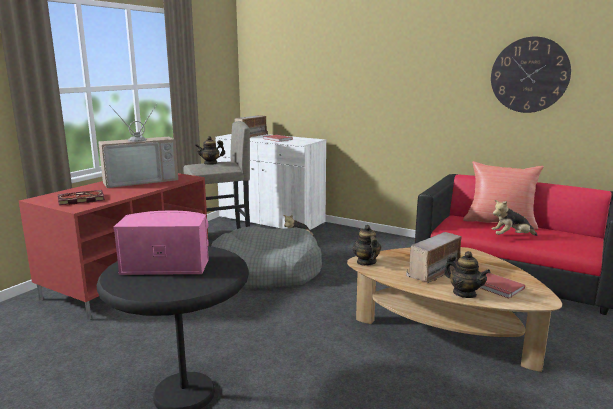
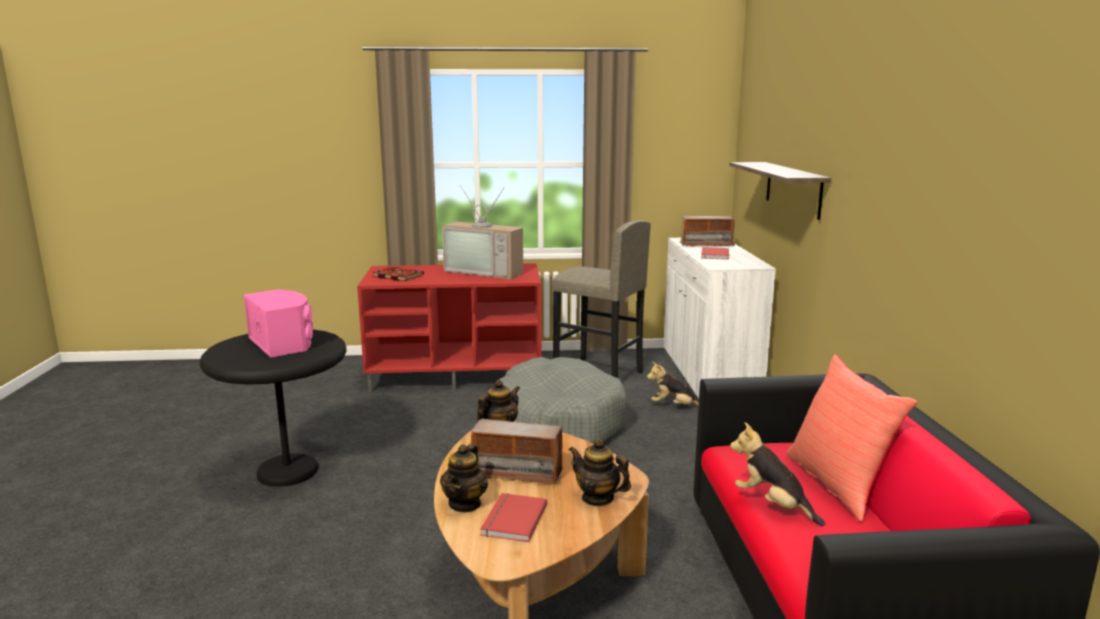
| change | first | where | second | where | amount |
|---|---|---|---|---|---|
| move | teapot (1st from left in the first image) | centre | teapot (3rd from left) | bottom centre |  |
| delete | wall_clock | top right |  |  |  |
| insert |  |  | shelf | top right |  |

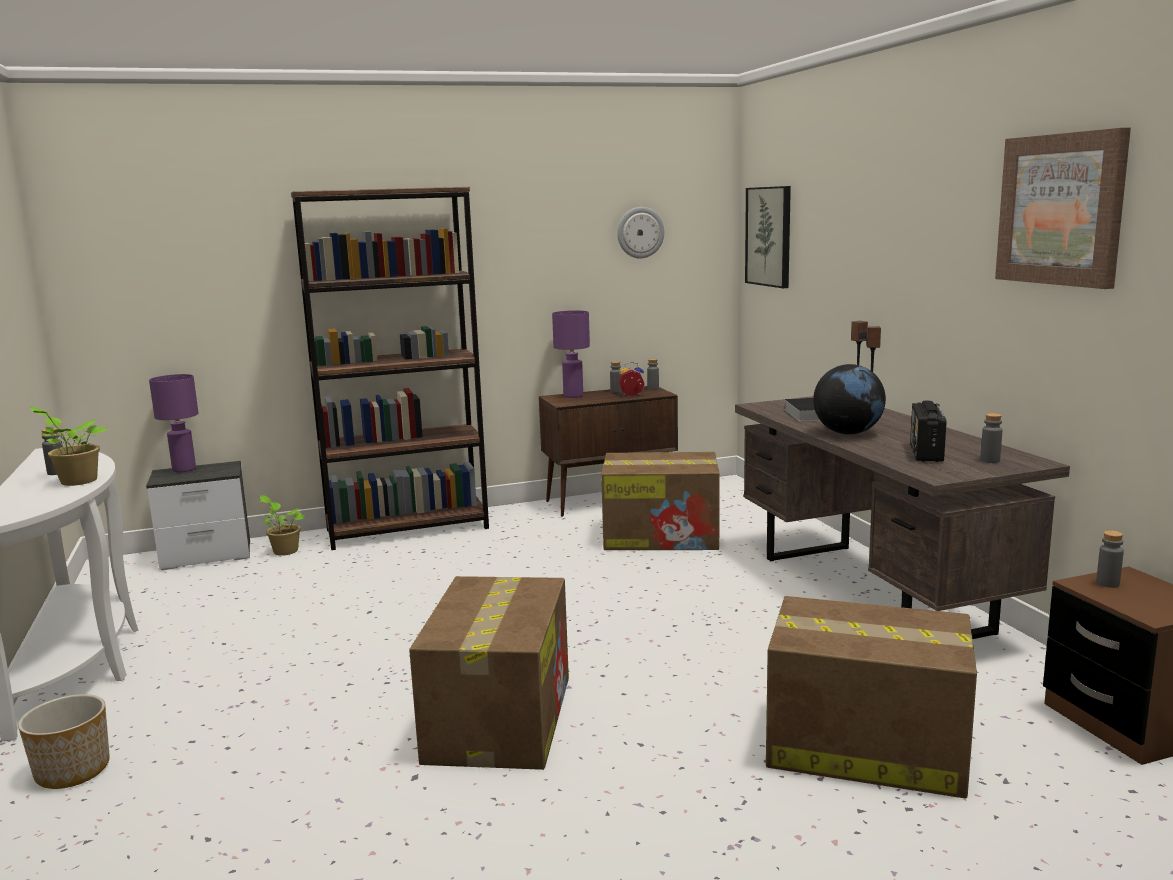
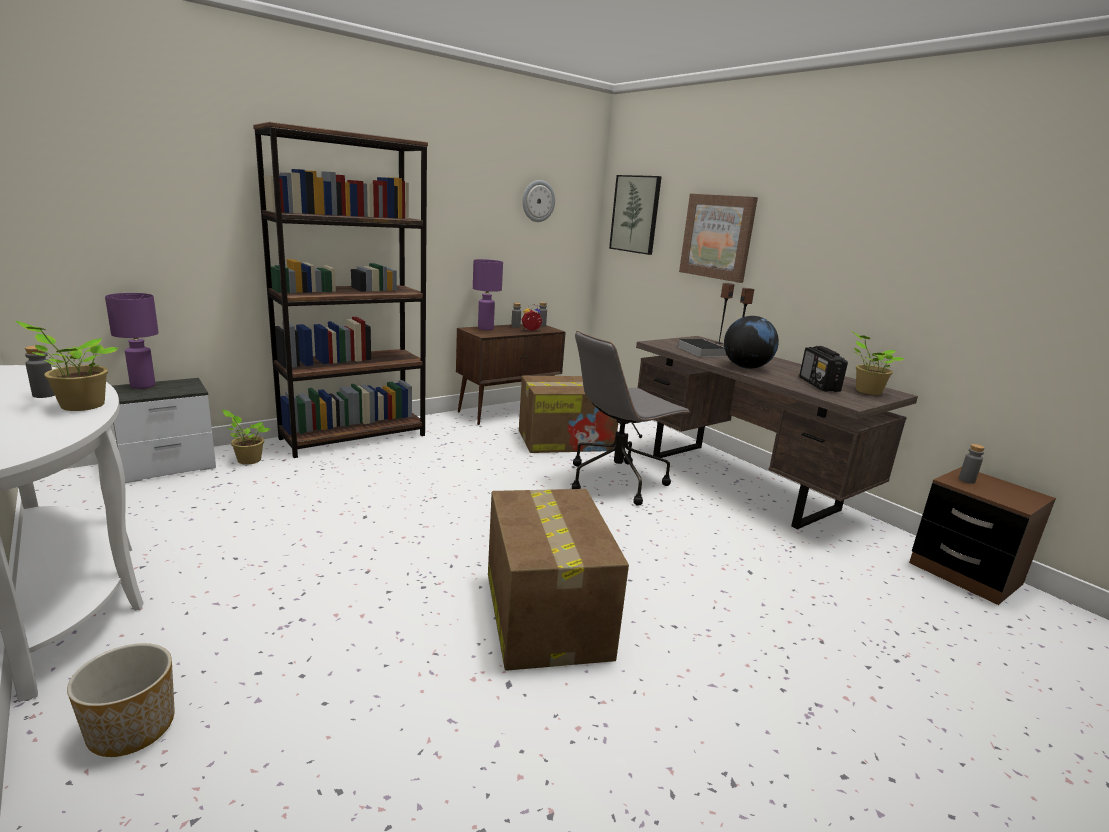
| change | first | where | second | where | amount |
|---|---|---|---|---|---|
| delete | cardboard_box (3rd from left) | bottom right |  |  |  |
| replace | grey_bottle (4th from left) | middle right | potted_plant (3rd from left) | middle right |  |
| move | picture (2nd from left) | top right |  | top centre |  |
| insert |  |  | grey_office_chair | centre |  |

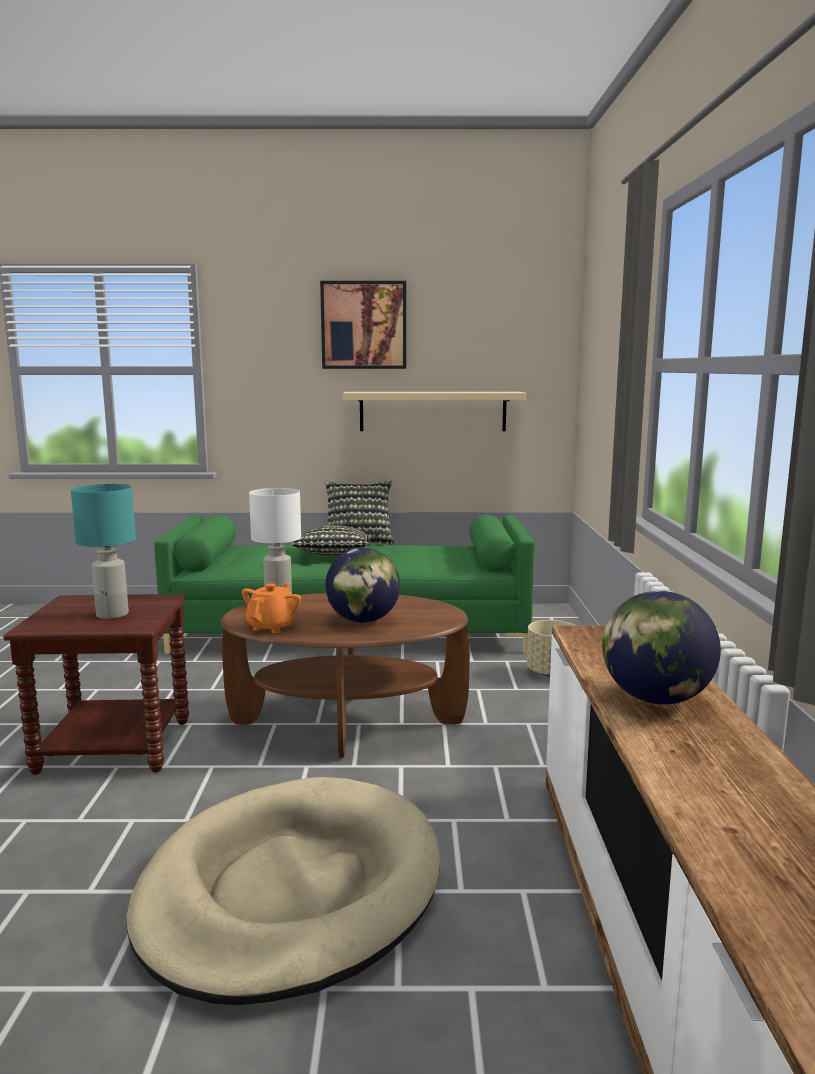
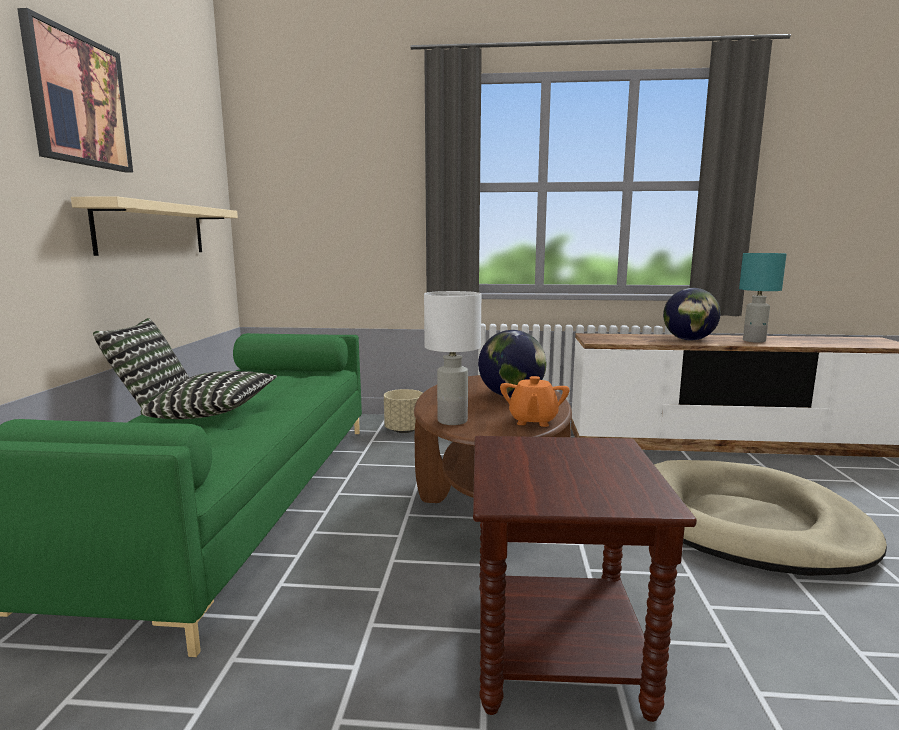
| change | first | where | second | where | amount |
|---|---|---|---|---|---|
| move | turquoise_table_lamp | middle left |  | middle right |  |
| rotate | orange_teapot | middle left |  | centre | 105 degrees counterclockwise |

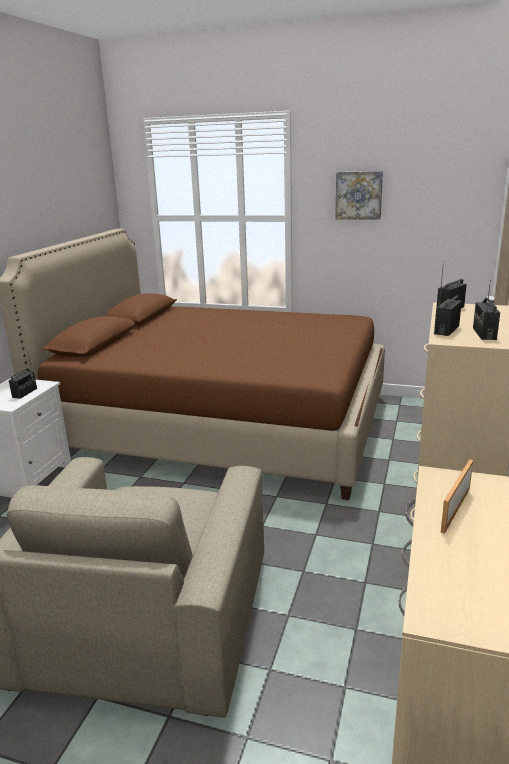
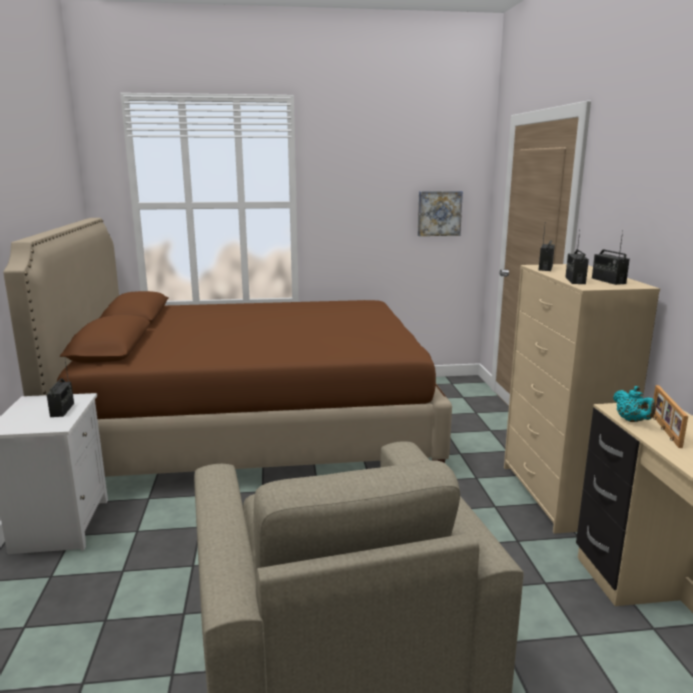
| change | first | where | second | where | amount |
|---|---|---|---|---|---|
| move | picture | top right |  | top centre |  |
| insert |  |  | turquoise_teapot | middle right |  |

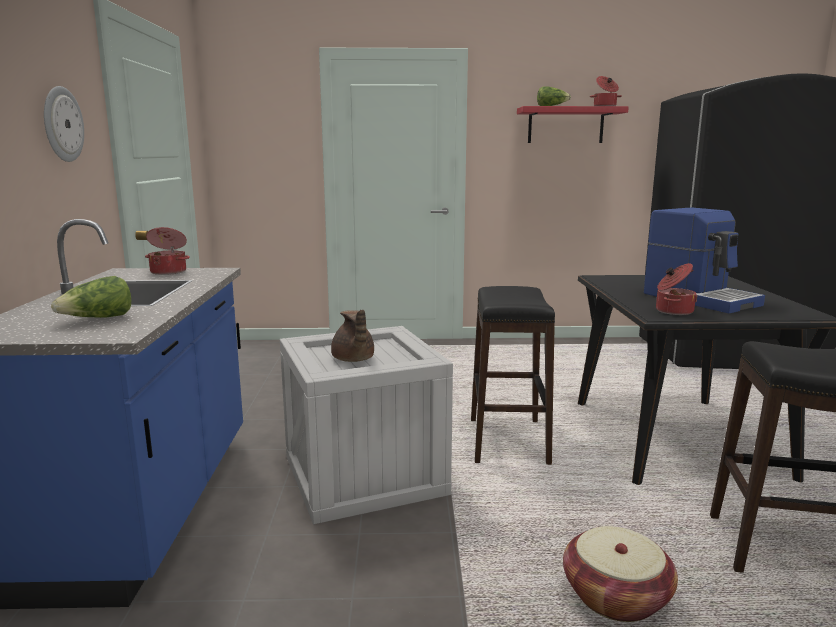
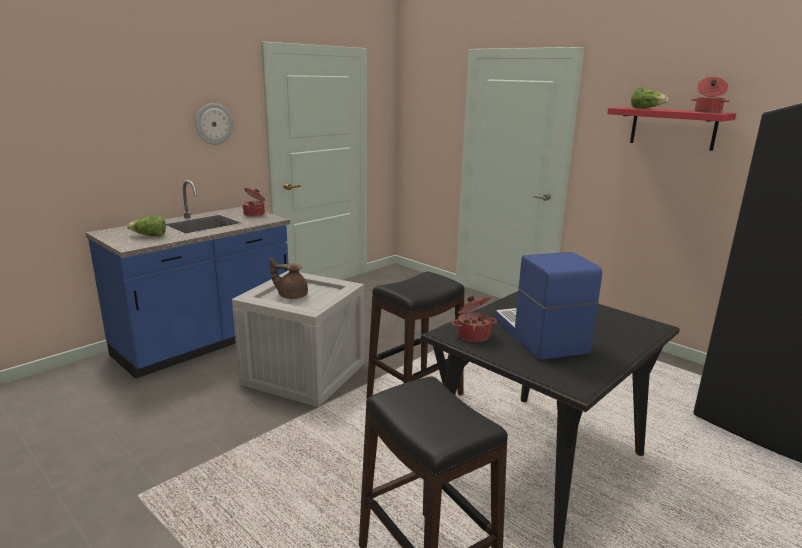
| change | first | where | second | where | amount |
|---|---|---|---|---|---|
| rotate | brown_teapot | centre |  | centre | 75 degrees clockwise |
| delete | basket | bottom right |  |  |  |
| rotate | coffee_machine | middle right |  | middle right | 150 degrees clockwise |

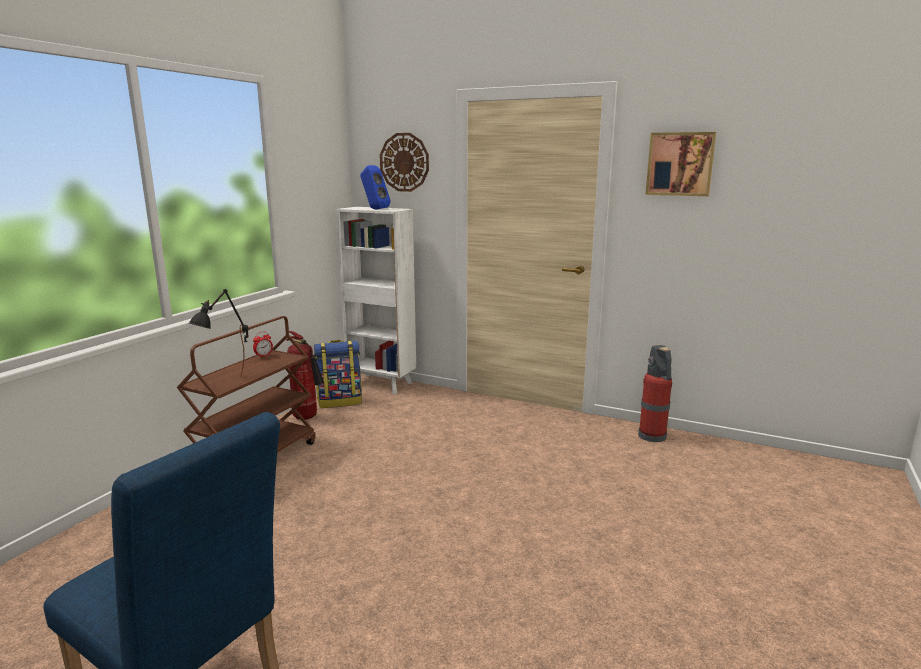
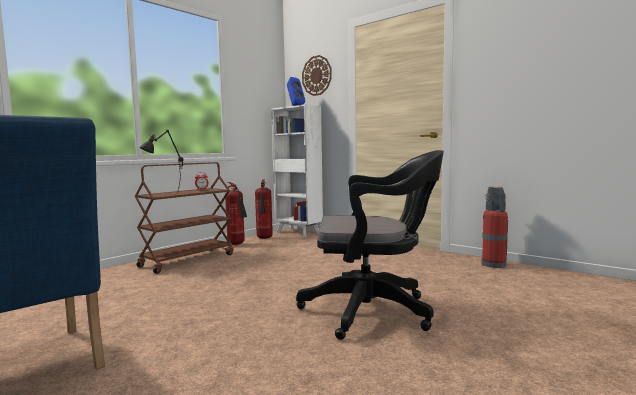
| change | first | where | second | where | amount |
|---|---|---|---|---|---|
| replace | backpack | centre | fire_extinguisher (2nd from left) | centre |  |
| delete | picture | top right |  |  |  |
| insert |  |  | black_office_chair | centre |  |

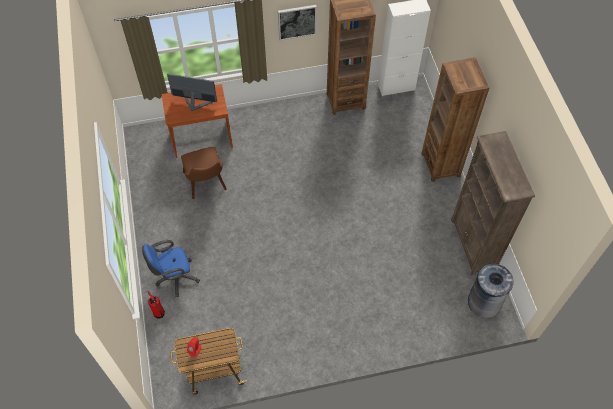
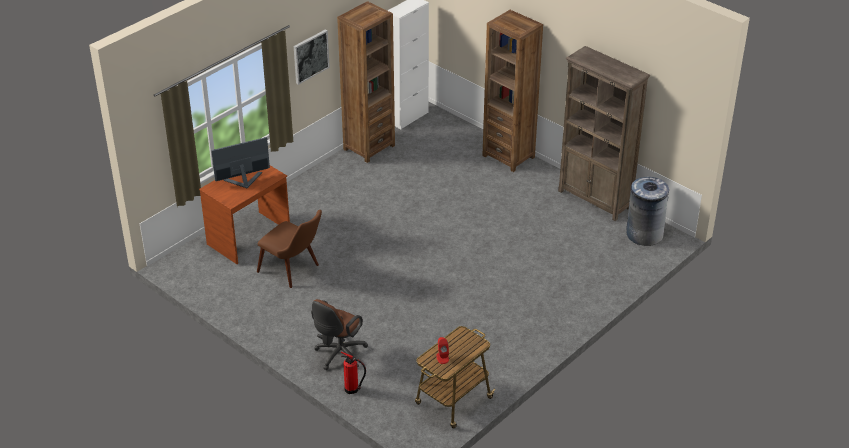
| change | first | where | second | where | amount |
|---|---|---|---|---|---|
| recolor | blue_office_chair | middle left | brown_office_chair | bottom centre |  |

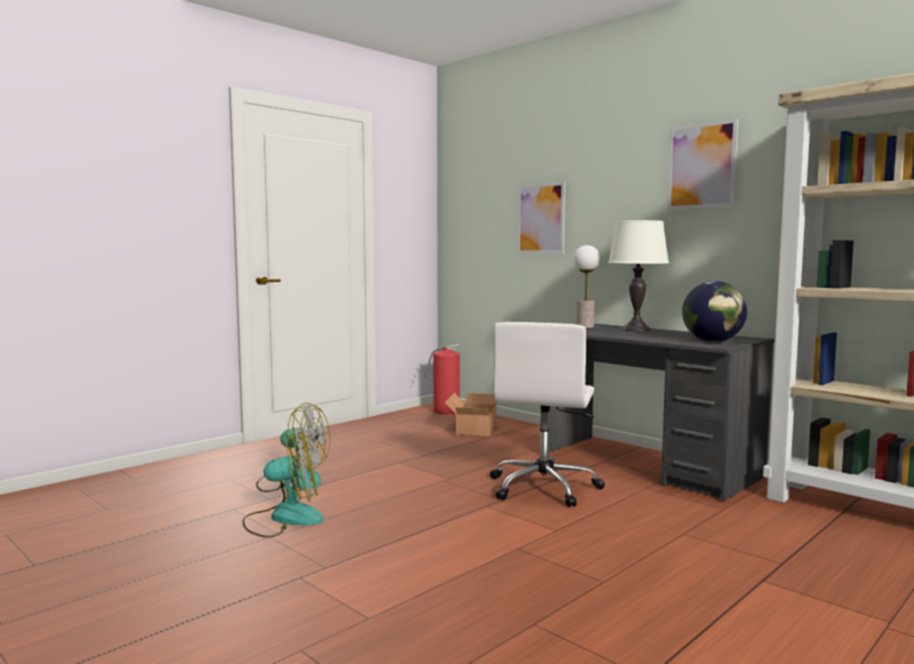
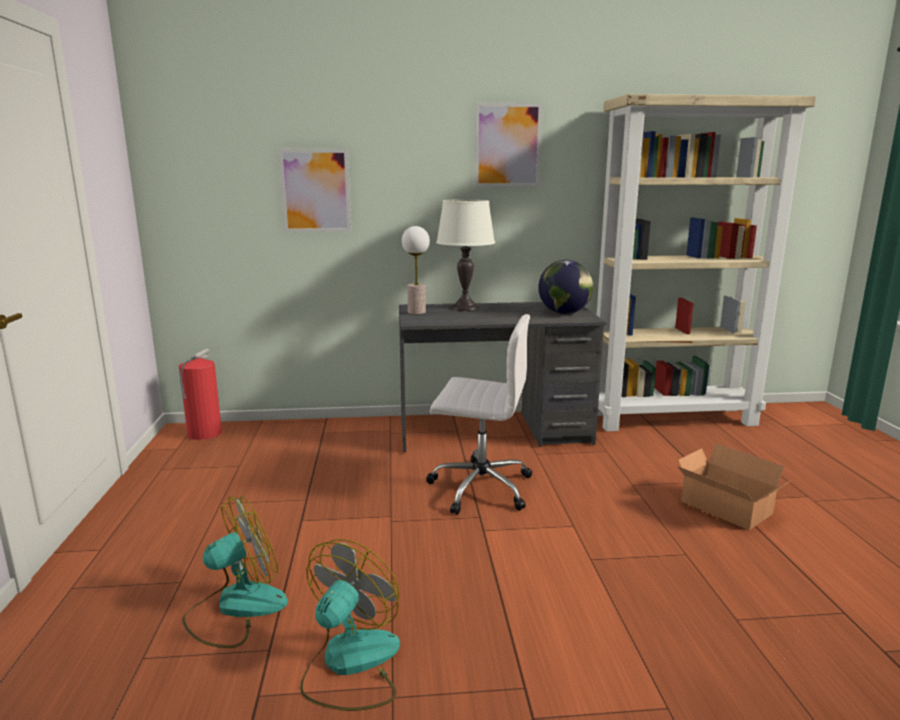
| change | first | where | second | where | amount |
|---|---|---|---|---|---|
| move | cardboard_box | centre |  | bottom right |  |
| rotate | white_office_chair | centre |  | centre | 45 degrees counterclockwise |

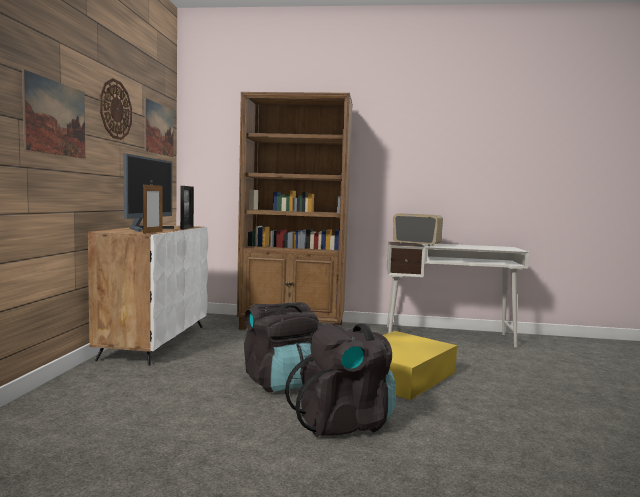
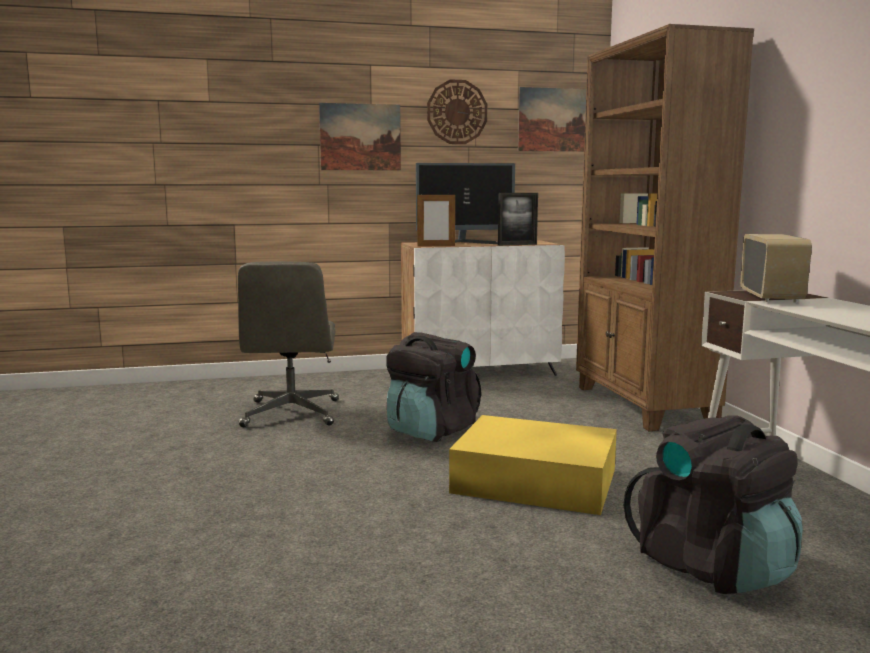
| change | first | where | second | where | amount |
|---|---|---|---|---|---|
| move | black_backpack (2nd from left) | bottom centre |  | bottom right |  |
| insert |  |  | grey_office_chair | middle left |  |

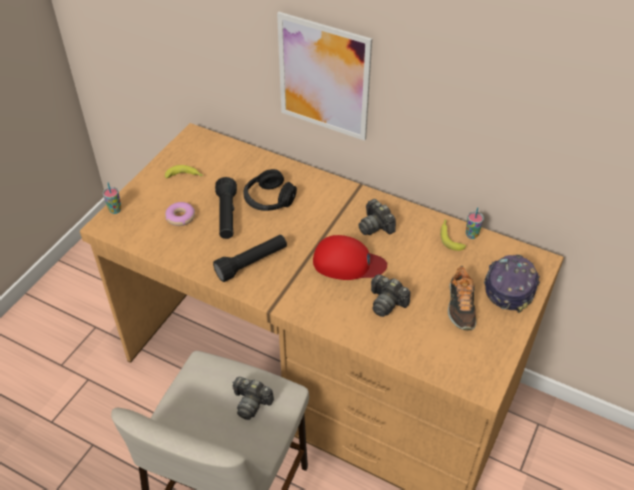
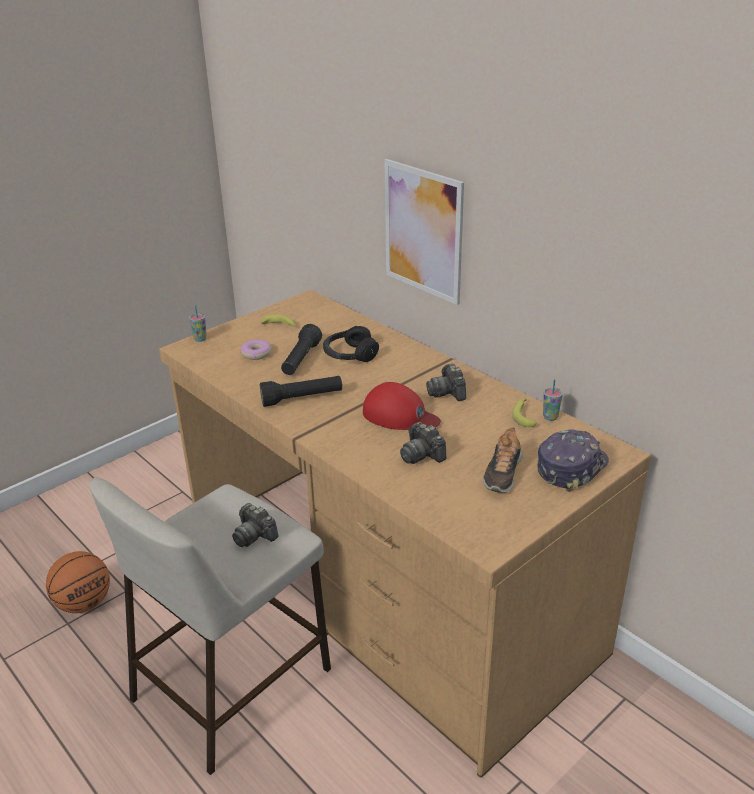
| change | first | where | second | where | amount |
|---|---|---|---|---|---|
| insert |  |  | basketball | bottom left |  |

